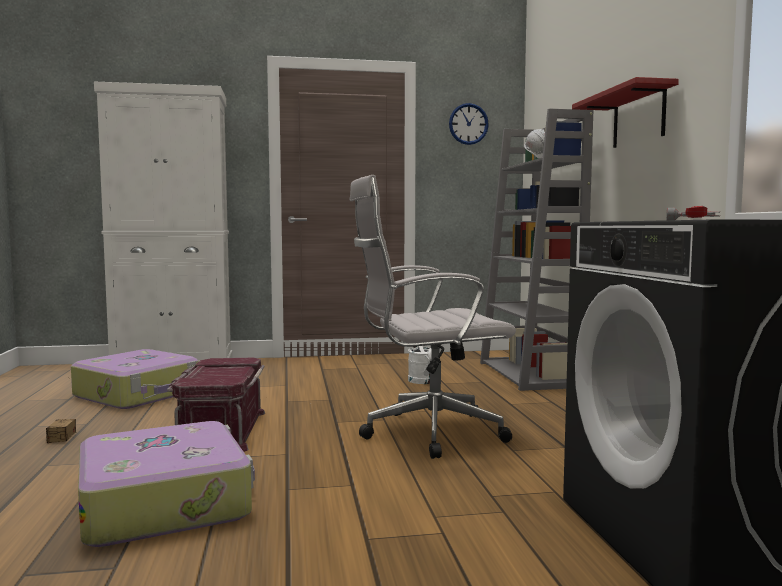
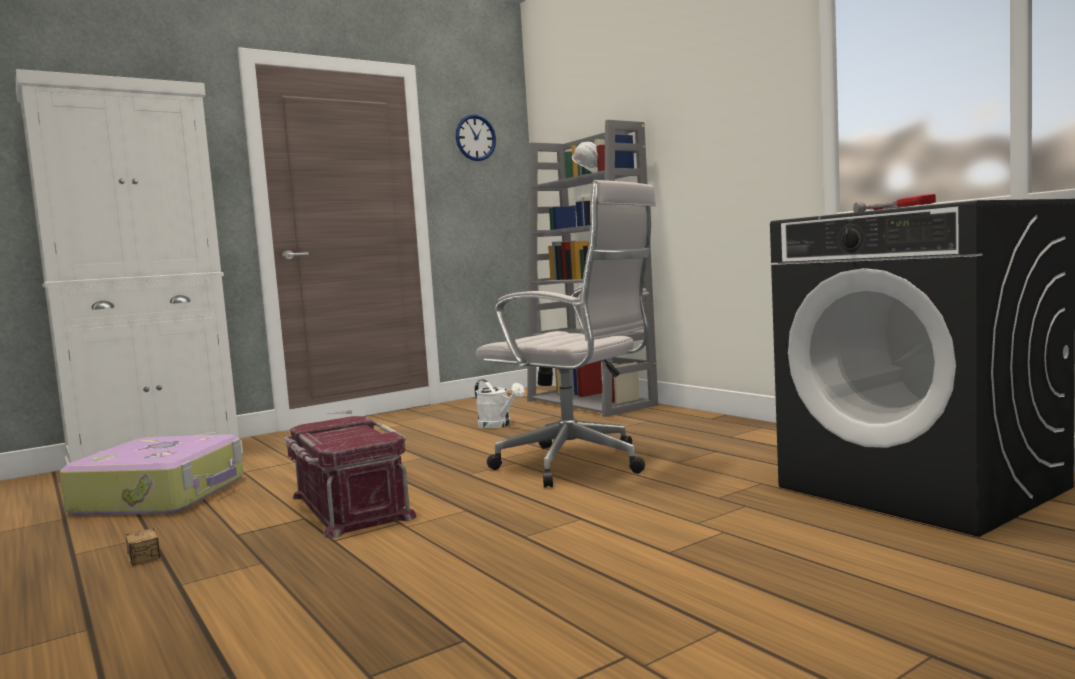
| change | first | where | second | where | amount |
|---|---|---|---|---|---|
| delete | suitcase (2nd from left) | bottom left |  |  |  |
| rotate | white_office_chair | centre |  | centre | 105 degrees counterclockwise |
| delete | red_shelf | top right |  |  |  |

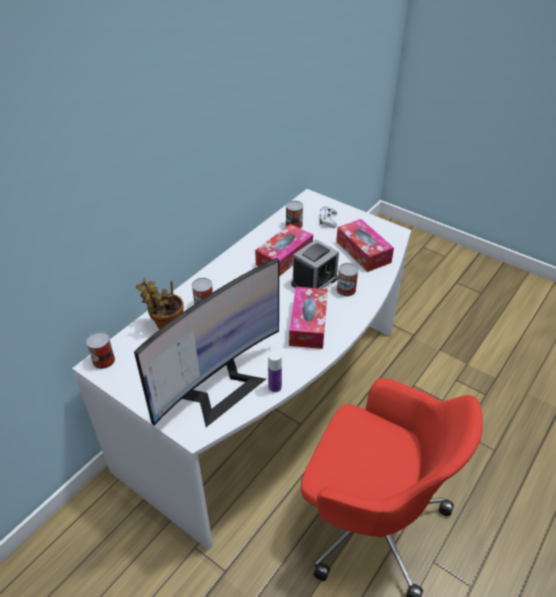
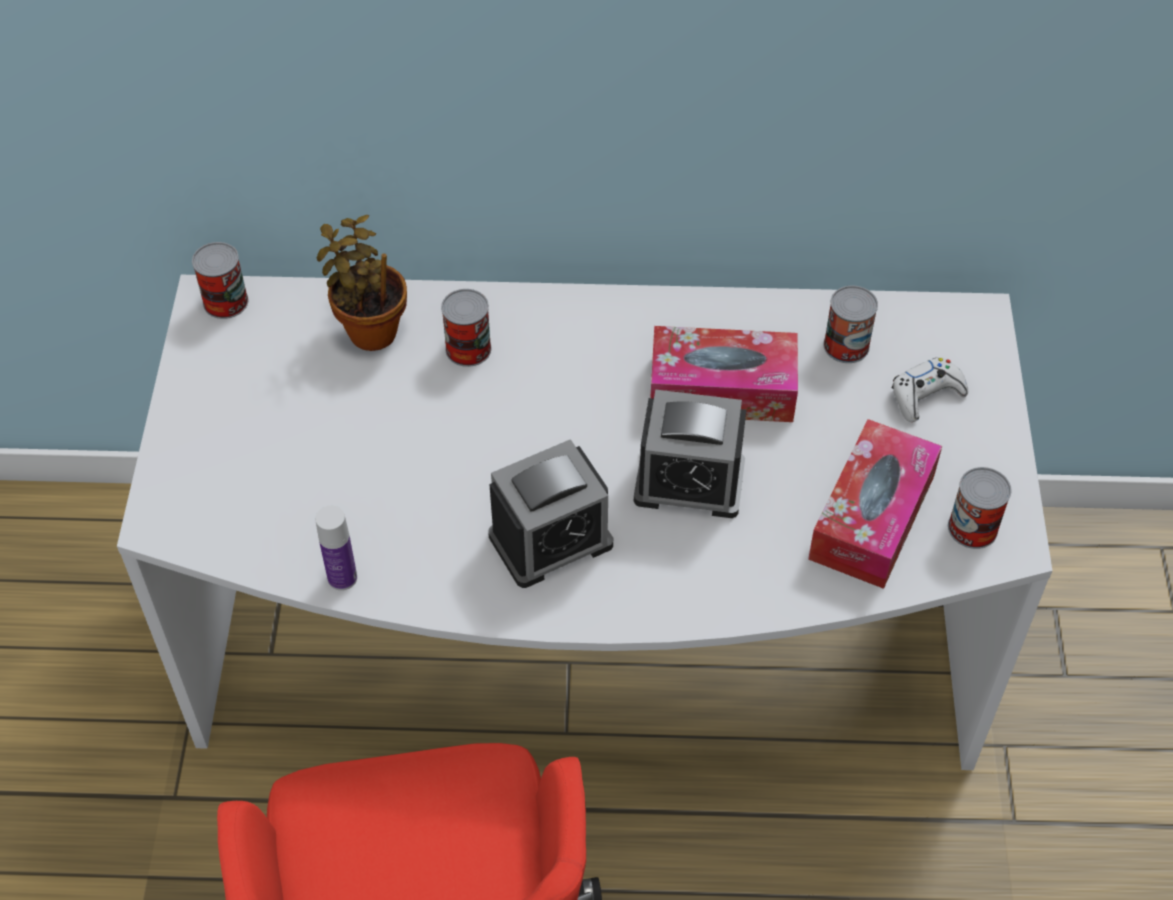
| change | first | where | second | where | amount |
|---|---|---|---|---|---|
| delete | monitor | centre |  |  |  |
| replace | tissue_box (2nd from left) | centre | alarm_clock (1st from left) | centre |  |
| move | can (4th from left) | centre |  | middle right |  |

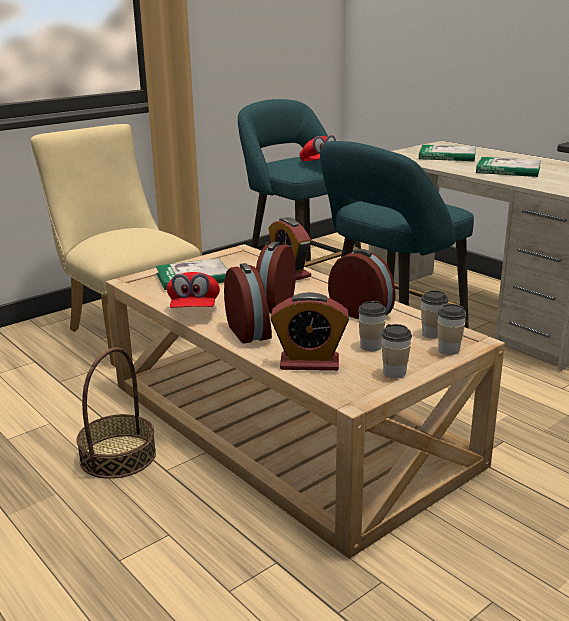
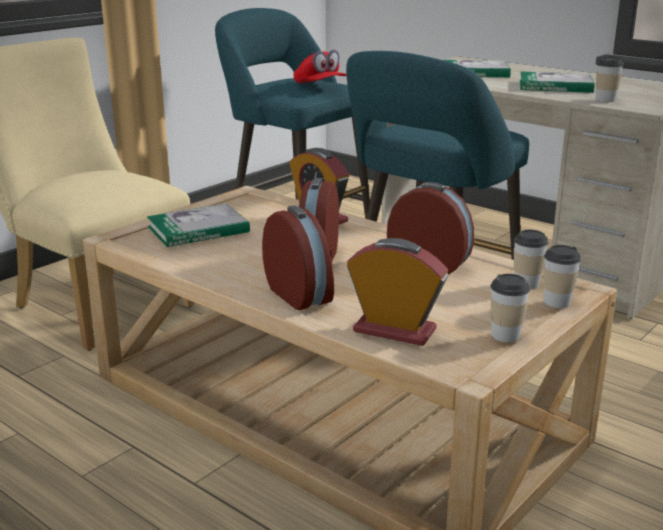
| change | first | where | second | where | amount |
|---|---|---|---|---|---|
| delete | basket | middle left |  |  |  |
| delete | red_cap (1st from left) | centre |  |  |  |
| rotate | alarm_clock (4th from left) | centre |  | centre | 150 degrees counterclockwise |
| move | cup (1st from left in the first image) | centre | cup (4th from left) | top right |  |

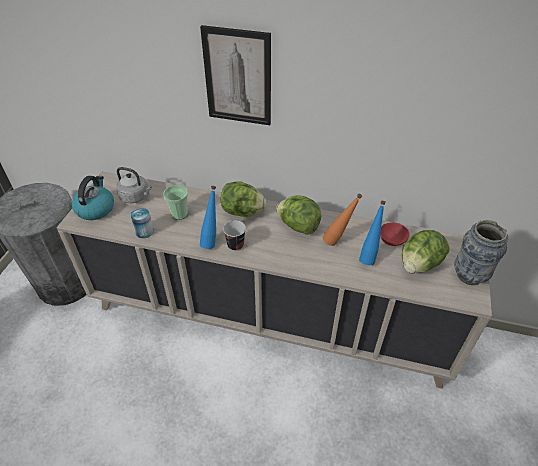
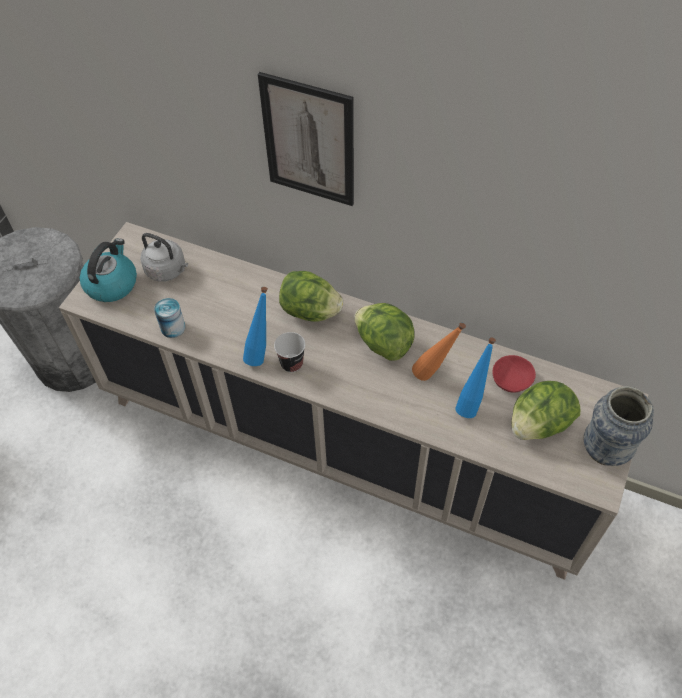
| change | first | where | second | where | amount |
|---|---|---|---|---|---|
| delete | cup (1st from left) | middle left |  |  |  |

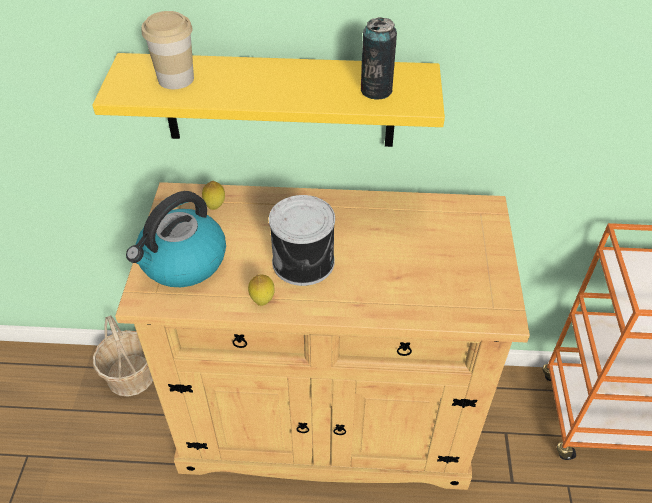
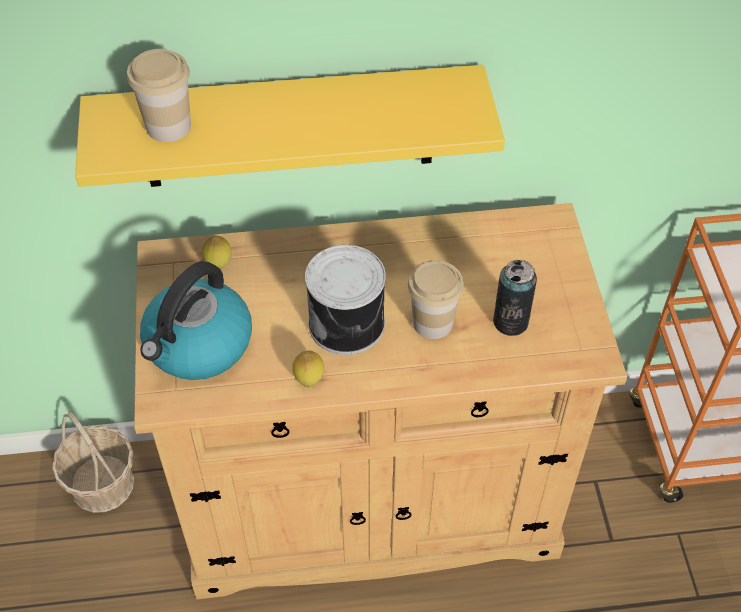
| change | first | where | second | where | amount |
|---|---|---|---|---|---|
| move | can (2nd from left) | top centre |  | middle right |  |
| insert |  |  | cup (2nd from left) | centre |  |

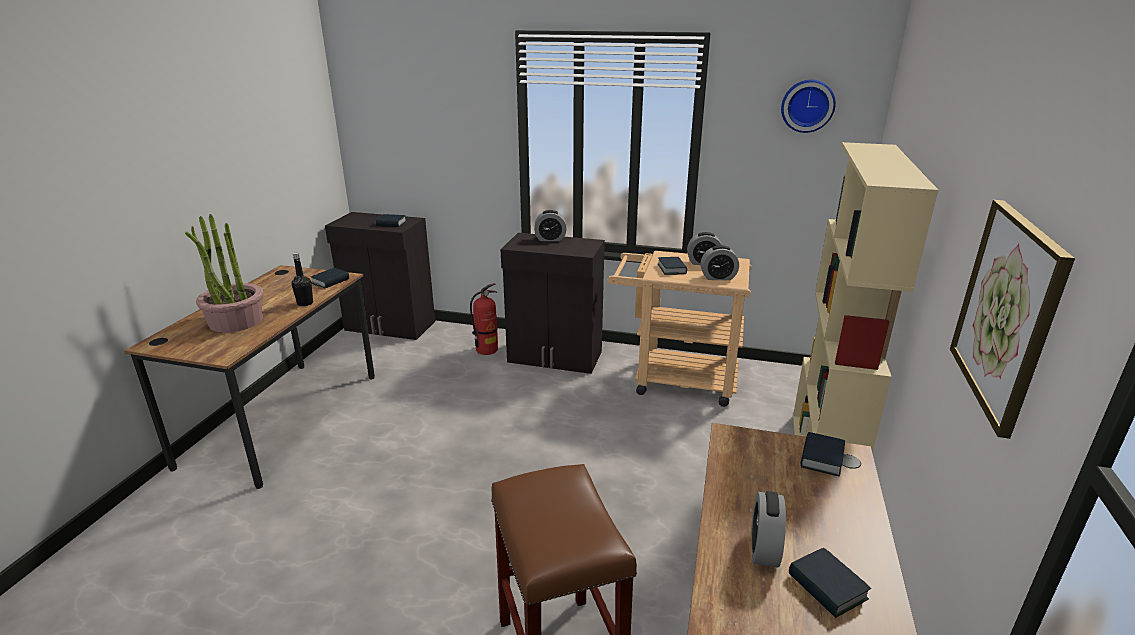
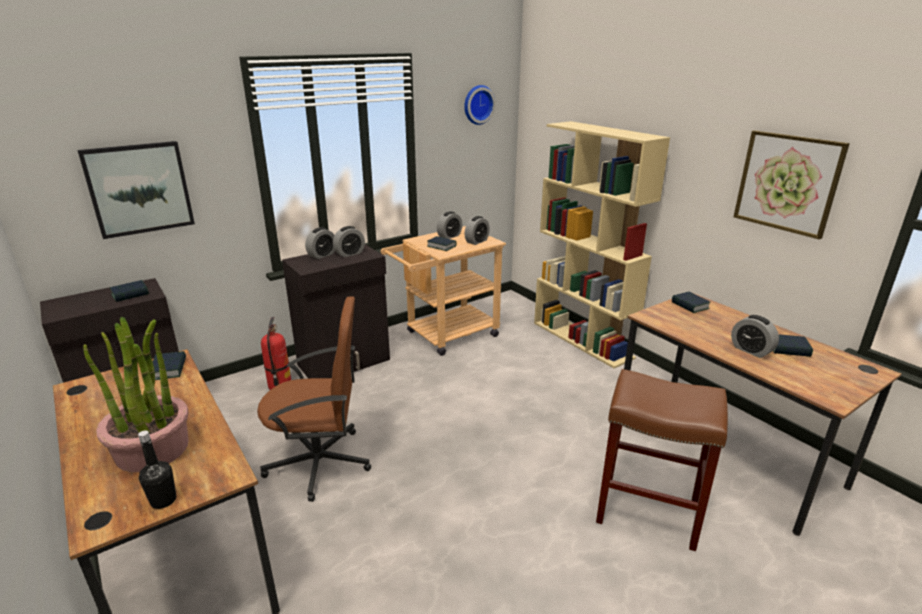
| change | first | where | second | where | amount |
|---|---|---|---|---|---|
| move | black_bottle | middle left |  | bottom left |  |
| insert |  |  | picture (1st from left) | top left |  |
| insert |  |  | brown_office_chair | centre |  |
| insert |  |  | alarm_clock (2nd from left) | centre |  |

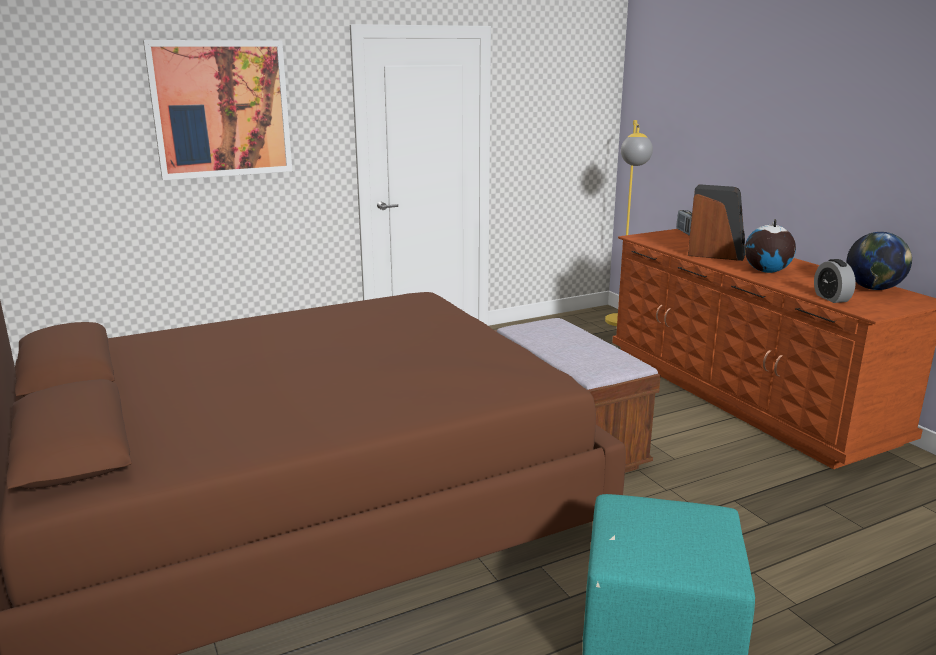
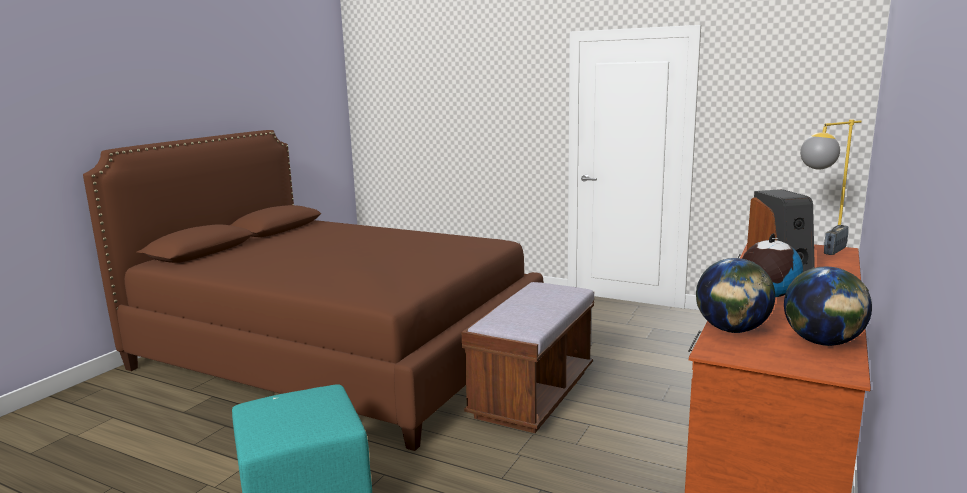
| change | first | where | second | where | amount |
|---|---|---|---|---|---|
| delete | picture | top left |  |  |  |
| replace | alarm_clock | middle right | globe (1st from left) | middle right |  |

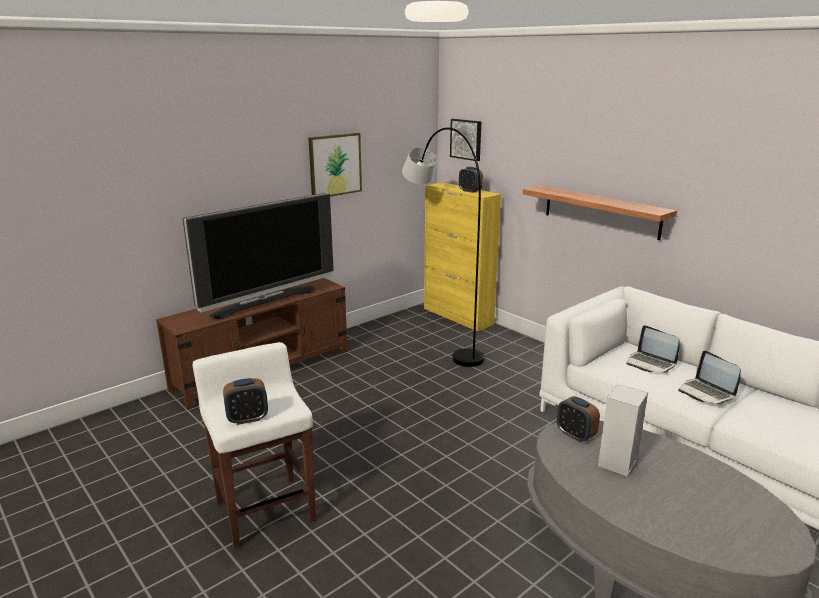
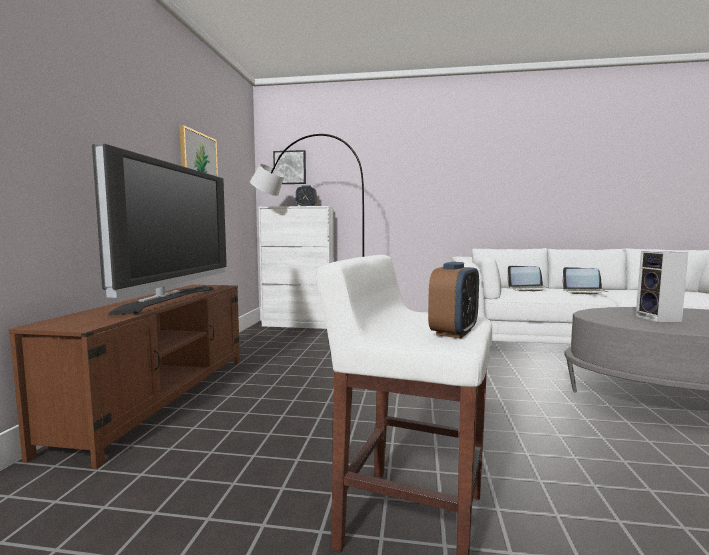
| change | first | where | second | where | amount |
|---|---|---|---|---|---|
| recolor | yellow_cabinet | centre | white_cabinet | centre |  |
| delete | shelf | middle right |  |  |  |
| delete | alarm_clock (3rd from left) | bottom right |  |  |  |

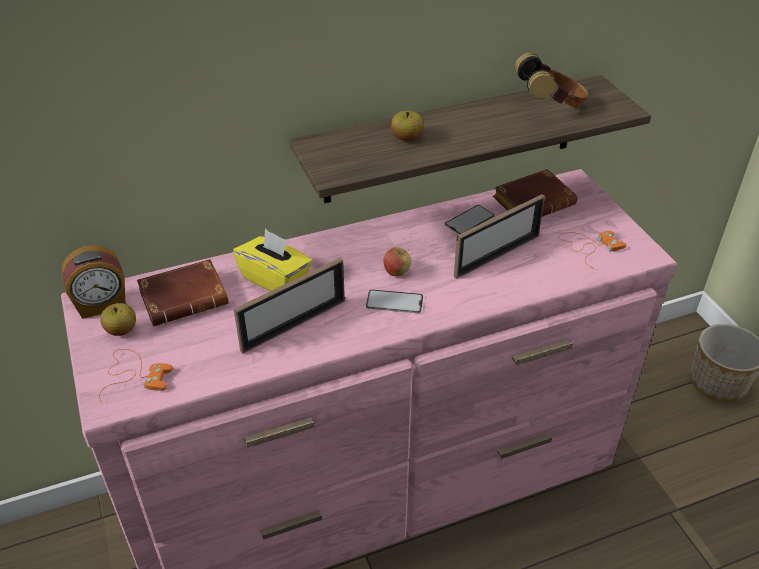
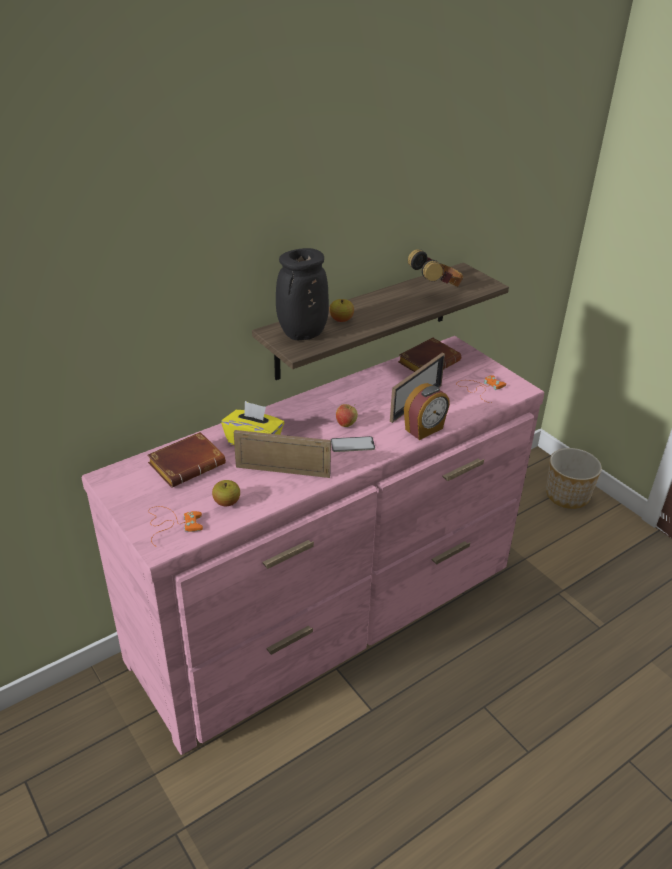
| change | first | where | second | where | amount |
|---|---|---|---|---|---|
| move | alarm_clock | middle left |  | centre |  |
| move | apple (1st from left) | middle left |  | centre |  |
| rotate | picture_frame (1st from left) | centre |  | centre | 120 degrees counterclockwise |
| delete | phone (2nd from left) | centre |  |  |  |
| insert |  |  | black_vase | centre |  |

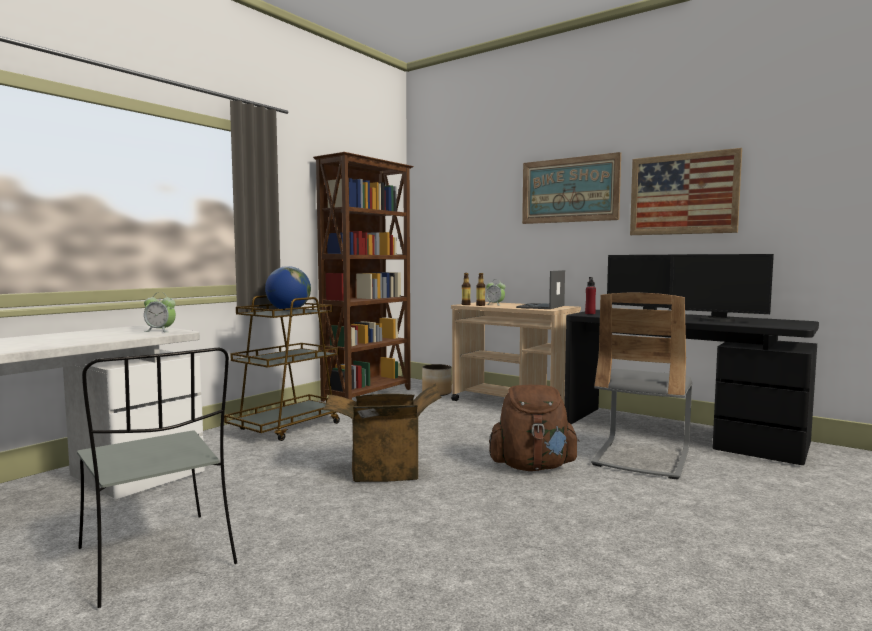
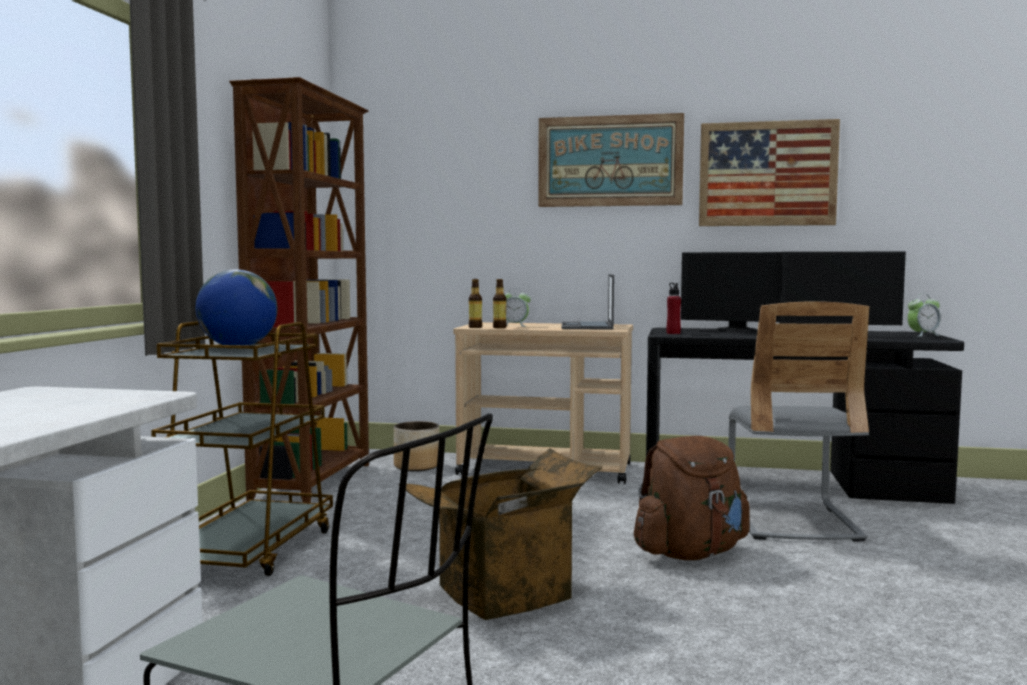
| change | first | where | second | where | amount |
|---|---|---|---|---|---|
| move | alarm_clock (1st from left in the first image) | middle left | alarm_clock (2nd from left) | middle right |  |

